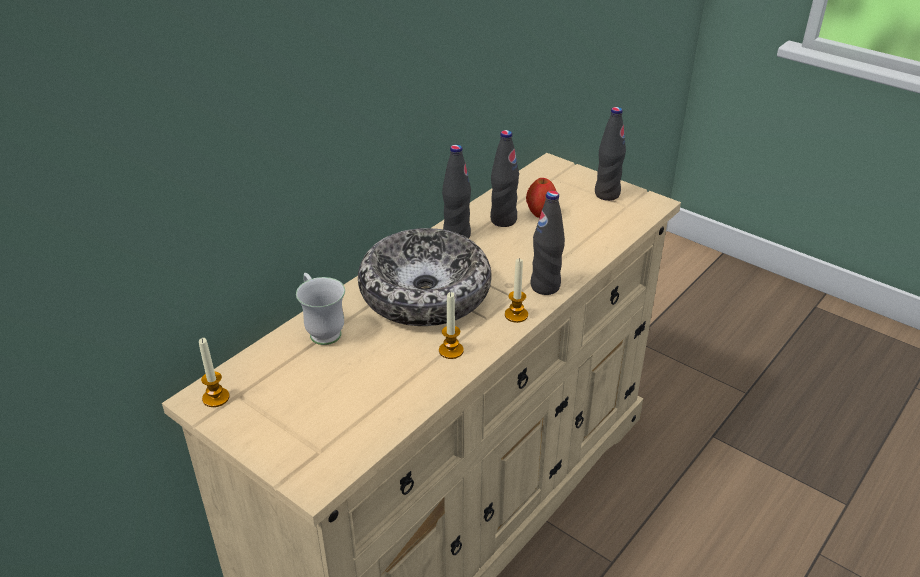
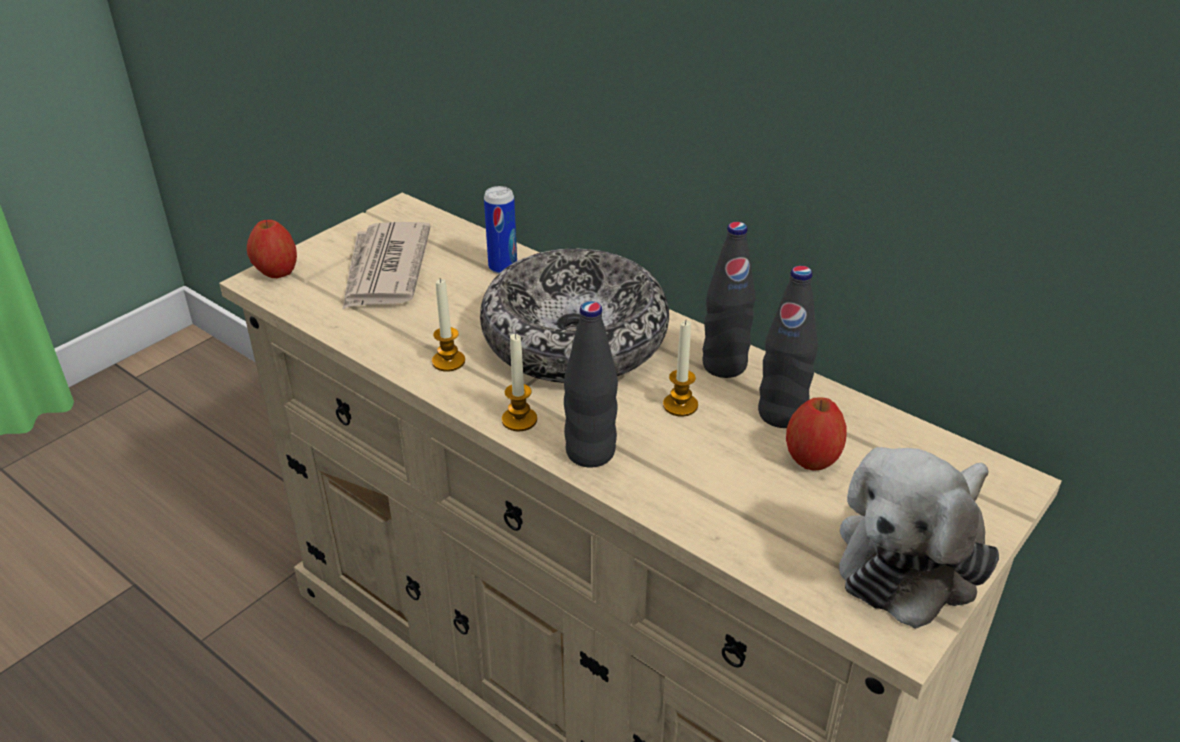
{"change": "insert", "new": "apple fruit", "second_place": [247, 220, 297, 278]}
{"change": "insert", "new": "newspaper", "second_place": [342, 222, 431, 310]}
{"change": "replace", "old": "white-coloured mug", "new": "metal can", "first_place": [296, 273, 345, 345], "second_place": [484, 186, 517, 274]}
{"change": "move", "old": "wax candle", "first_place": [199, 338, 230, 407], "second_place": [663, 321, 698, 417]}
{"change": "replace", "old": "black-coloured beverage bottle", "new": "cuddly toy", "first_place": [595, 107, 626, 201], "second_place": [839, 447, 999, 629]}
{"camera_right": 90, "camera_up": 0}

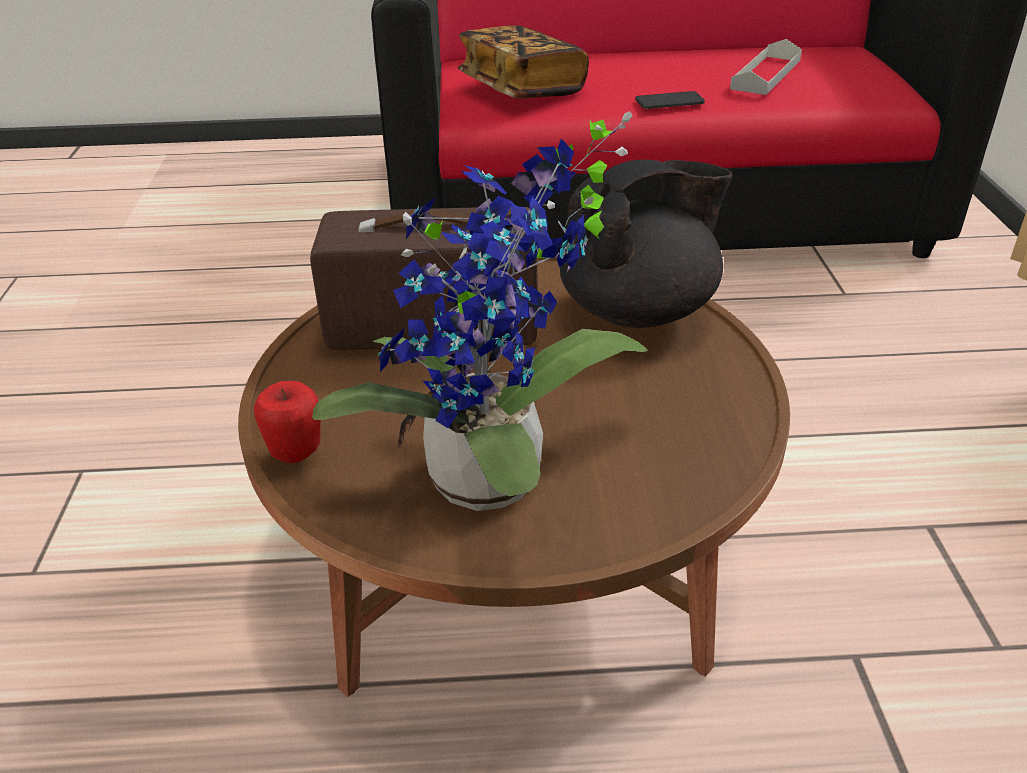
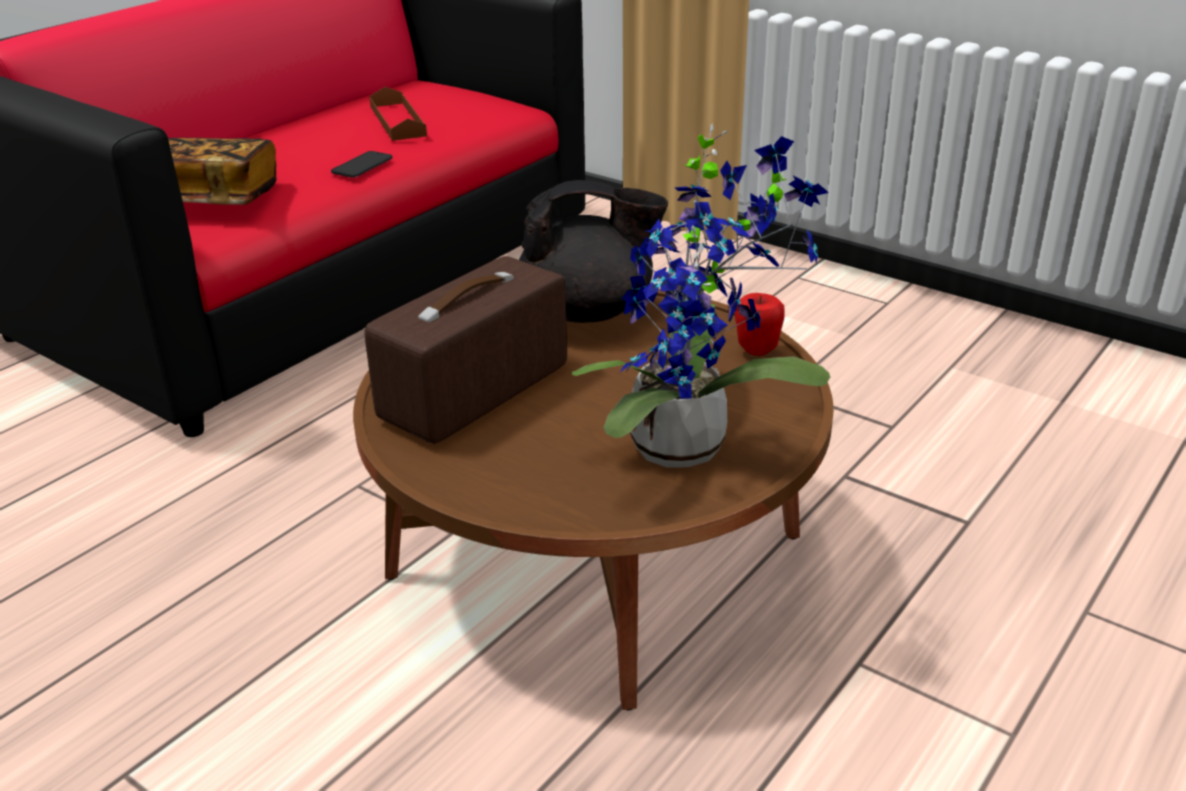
{"change": "recolor", "old": "gray tray", "new": "brown-coloured tray", "first_place": [730, 39, 802, 95], "second_place": [369, 87, 427, 141]}
{"change": "rotate", "old": "black-coloured tea pot", "first_place": [560, 160, 733, 328], "second_place": [519, 180, 668, 323], "degrees": 75}
{"change": "move", "old": "apple fruit", "first_place": [254, 381, 321, 463], "second_place": [735, 293, 785, 356]}
{"camera_right": -50, "camera_up": -5}

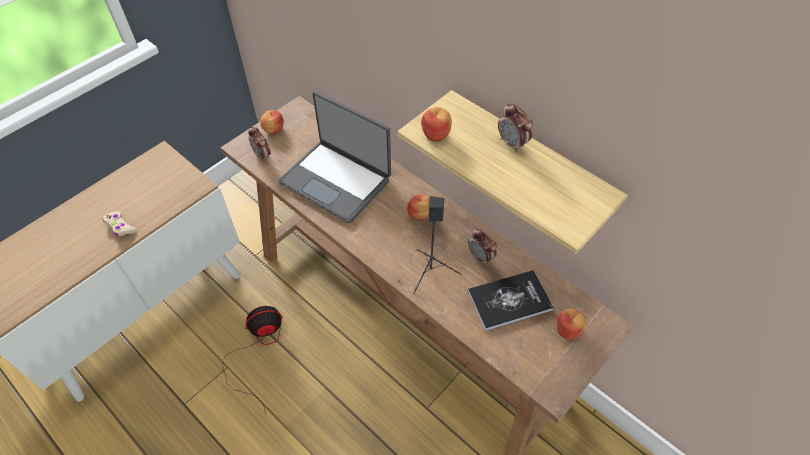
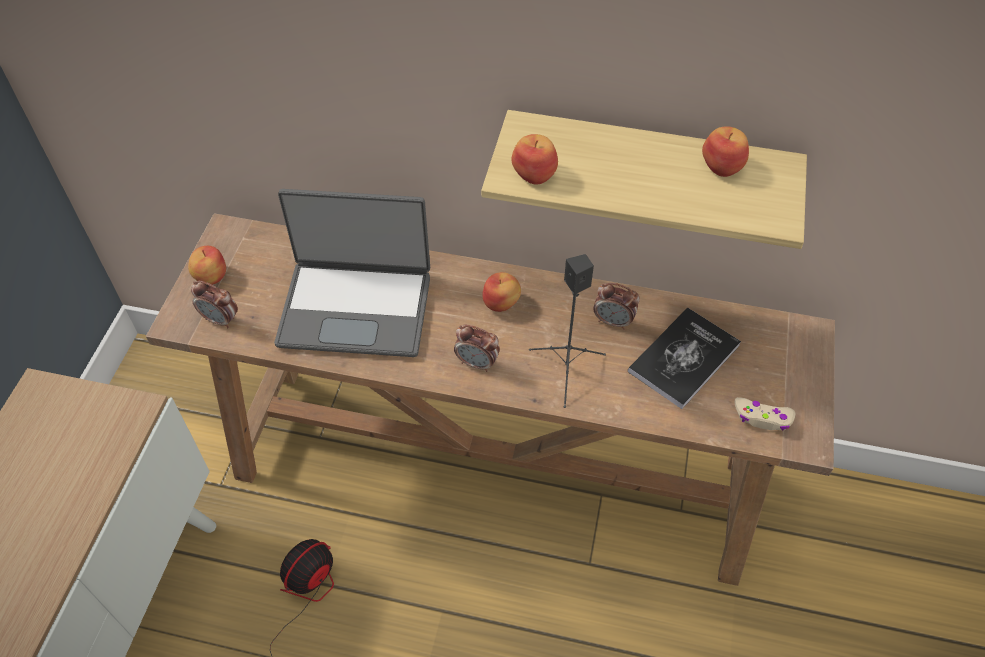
{"change": "move", "old": "table clock", "first_place": [498, 103, 533, 152], "second_place": [454, 325, 500, 372]}
{"change": "move", "old": "apple fruit", "first_place": [556, 308, 586, 340], "second_place": [702, 126, 749, 177]}
{"change": "move", "old": "beige gamepad", "first_place": [103, 211, 137, 236], "second_place": [735, 397, 795, 431]}
{"camera_right": -30, "camera_up": 0}

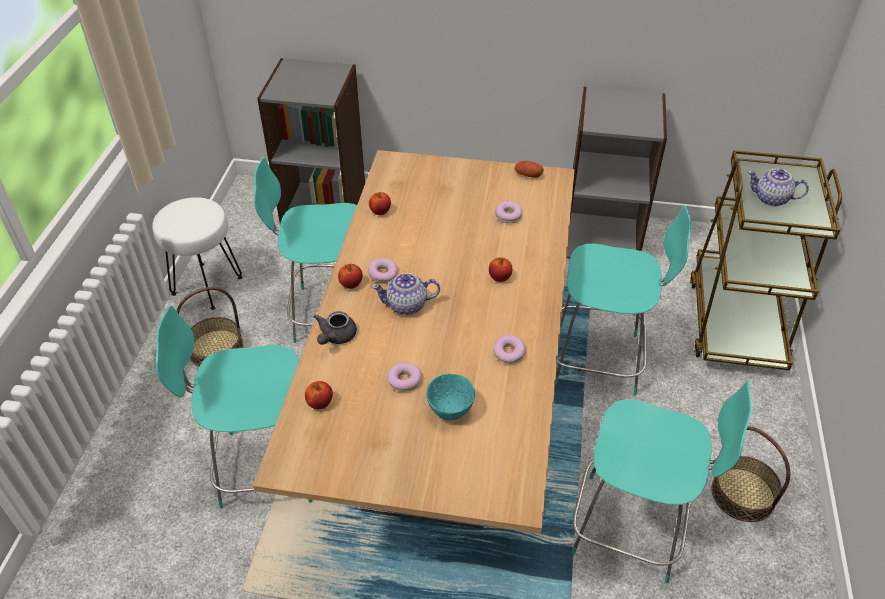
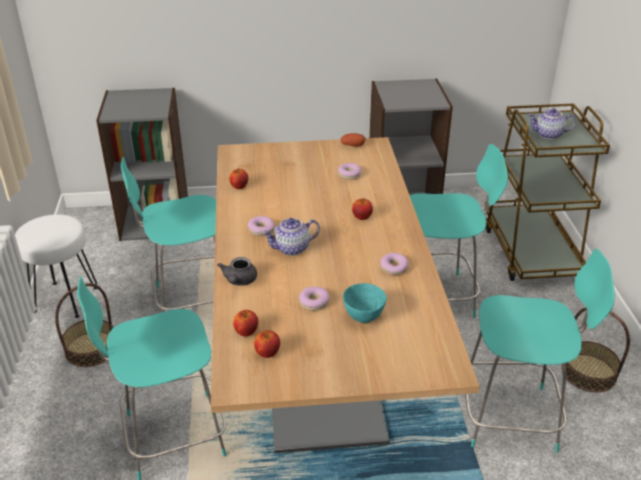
{"change": "move", "old": "apple fruit", "first_place": [338, 264, 363, 289], "second_place": [254, 330, 280, 358]}
{"camera_right": -15, "camera_up": -10}

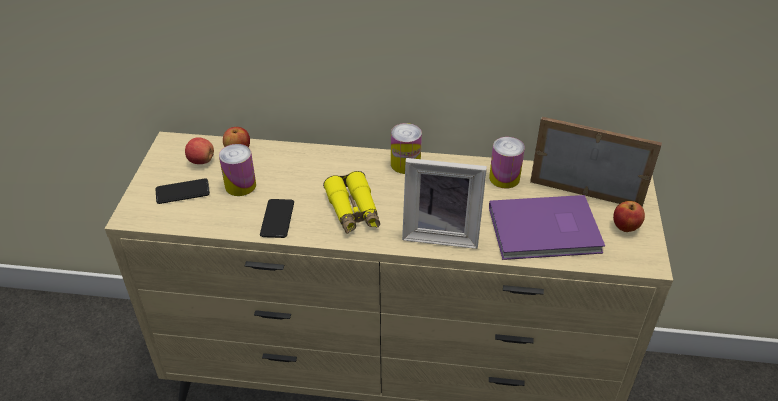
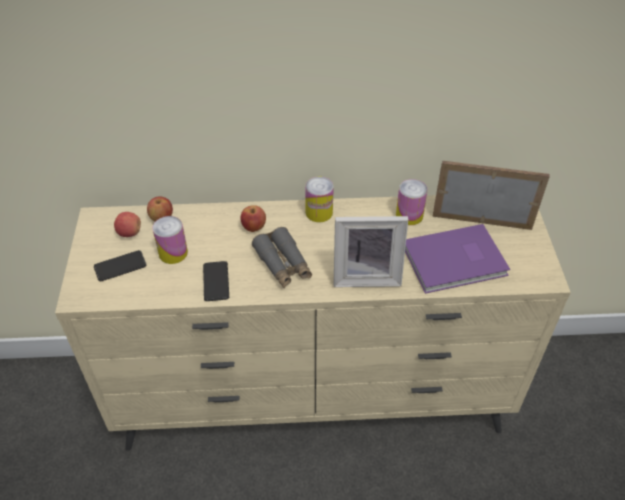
{"change": "move", "old": "apple fruit", "first_place": [613, 201, 645, 232], "second_place": [240, 205, 266, 232]}
{"change": "recolor", "old": "yellow binoculars", "new": "gray binoculars", "first_place": [323, 171, 380, 234], "second_place": [252, 227, 312, 288]}
{"camera_right": -10, "camera_up": 5}

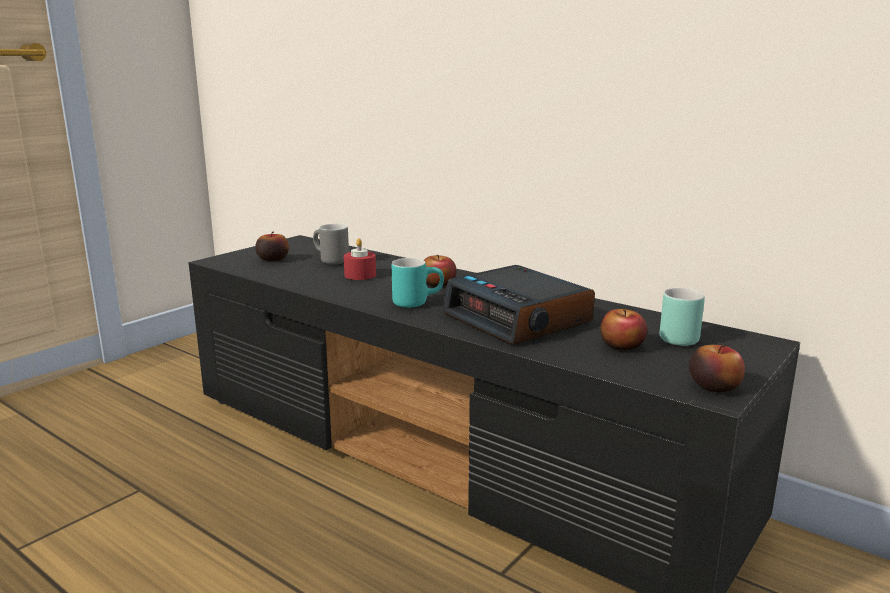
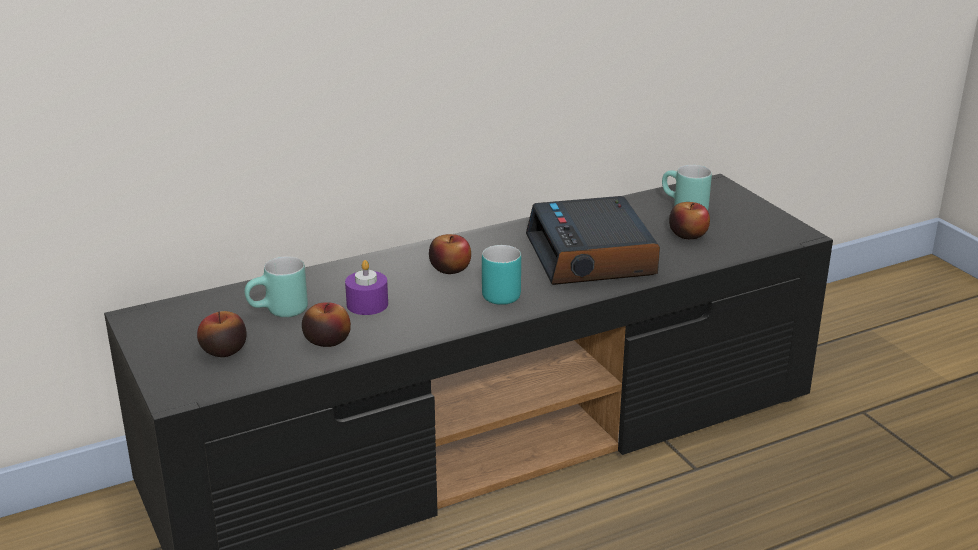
{"change": "recolor", "old": "gray mug", "new": "turquoise mug", "first_place": [313, 224, 349, 264], "second_place": [245, 256, 308, 317]}
{"change": "move", "old": "apple fruit", "first_place": [689, 345, 745, 392], "second_place": [302, 302, 351, 347]}
{"change": "recolor", "old": "reddish wax candle", "new": "purplish wax candle", "first_place": [344, 238, 376, 280], "second_place": [345, 260, 388, 315]}
{"change": "rotate", "old": "table clock", "first_place": [442, 265, 595, 345], "second_place": [526, 196, 660, 285], "degrees": 90}
{"camera_right": -65, "camera_up": 10}

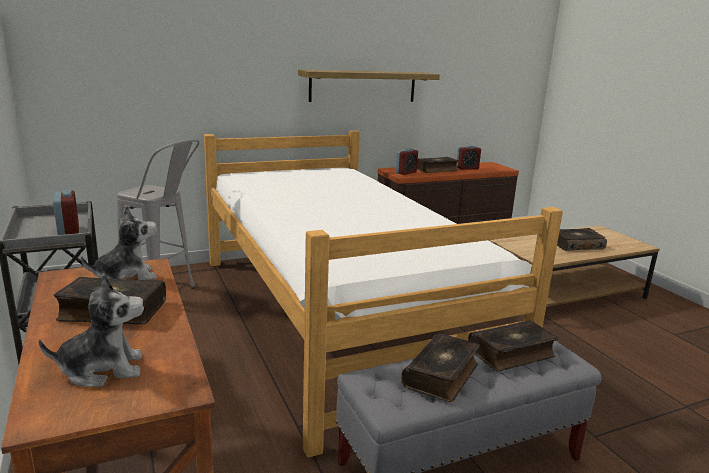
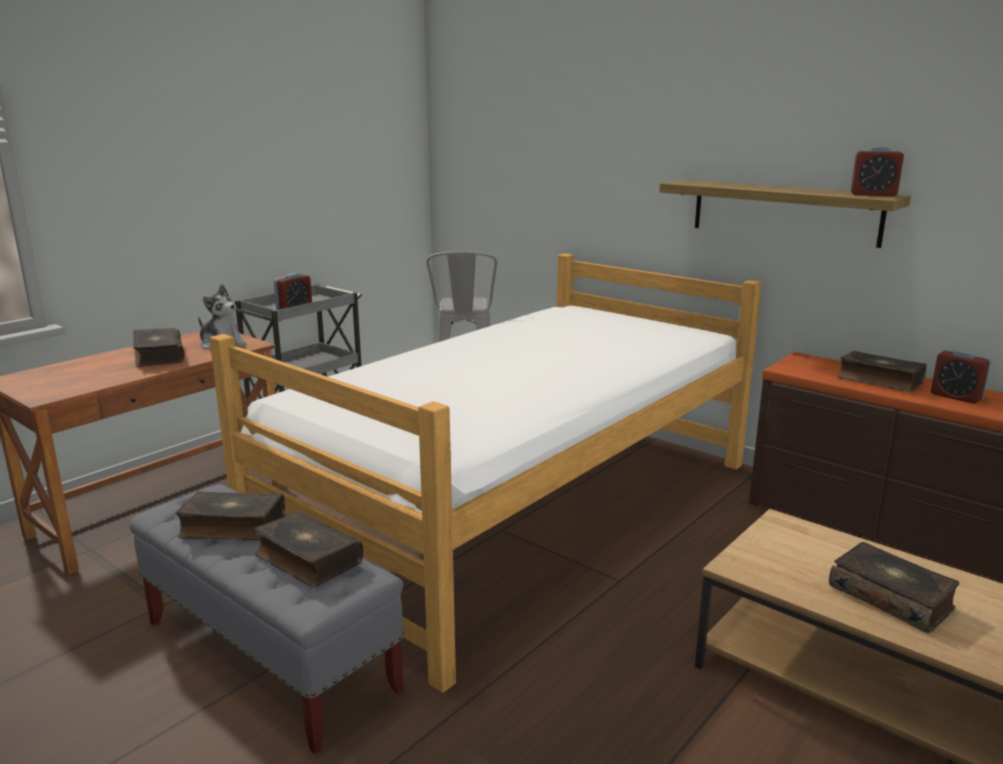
{"change": "move", "old": "table clock", "first_place": [396, 148, 418, 175], "second_place": [850, 146, 904, 196]}
{"change": "delete", "old": "cuddly toy", "first_place": [39, 274, 144, 387]}
{"camera_right": 65, "camera_up": 0}

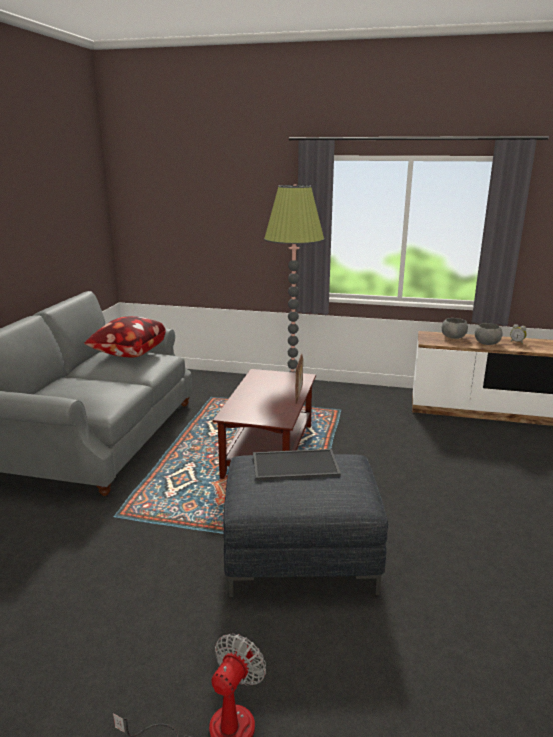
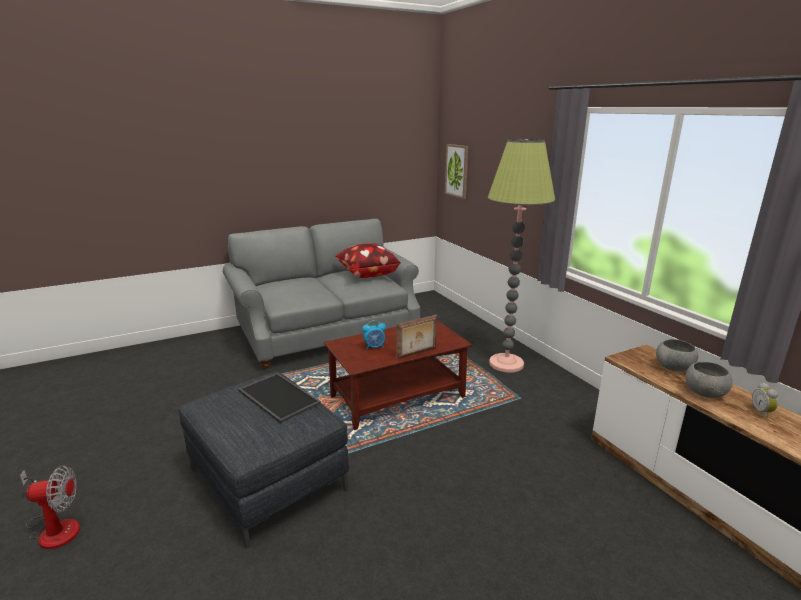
{"change": "insert", "new": "table clock", "second_place": [362, 320, 386, 350]}
{"change": "insert", "new": "wall art", "second_place": [445, 144, 468, 199]}
{"camera_right": 50, "camera_up": 0}

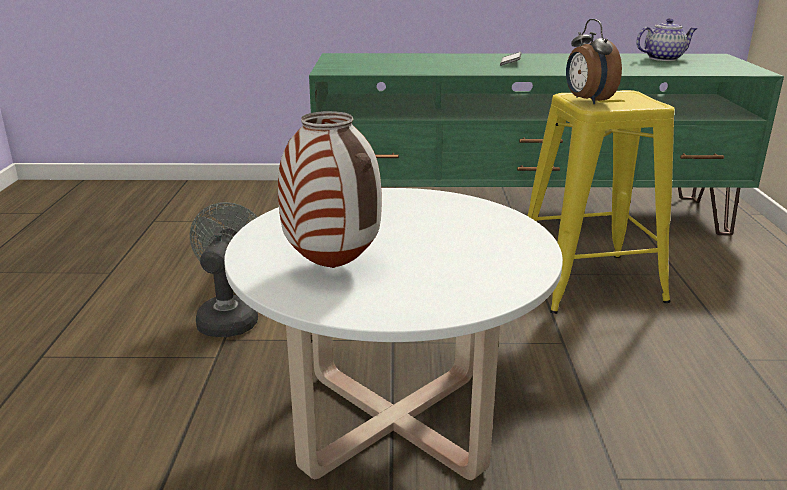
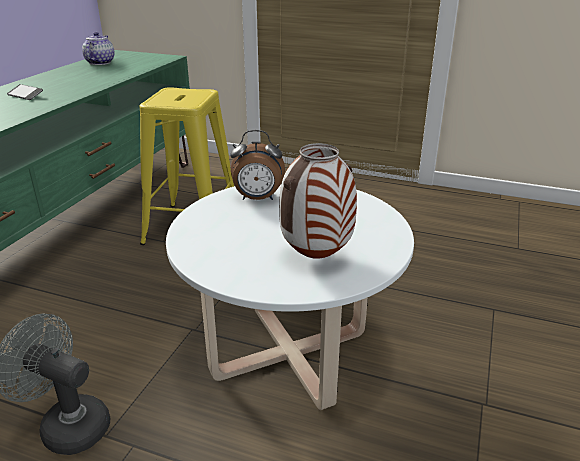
{"change": "move", "old": "table clock", "first_place": [566, 19, 622, 104], "second_place": [230, 130, 285, 200]}
{"camera_right": -70, "camera_up": 5}

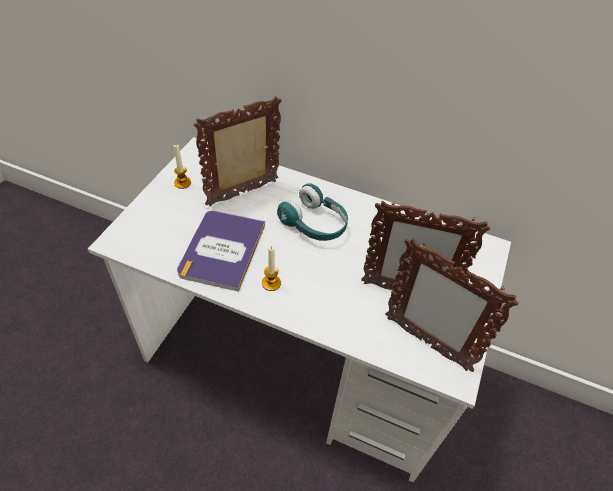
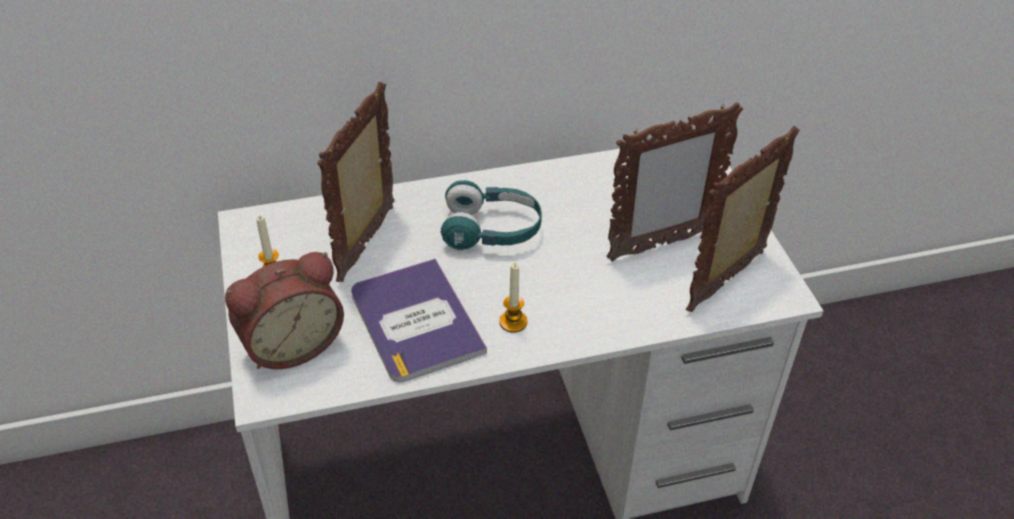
{"change": "insert", "new": "table clock", "second_place": [225, 252, 344, 369]}
{"change": "rotate", "old": "photo frame", "first_place": [385, 238, 519, 372], "second_place": [686, 126, 800, 312], "degrees": 135}
{"camera_right": -35, "camera_up": -5}

